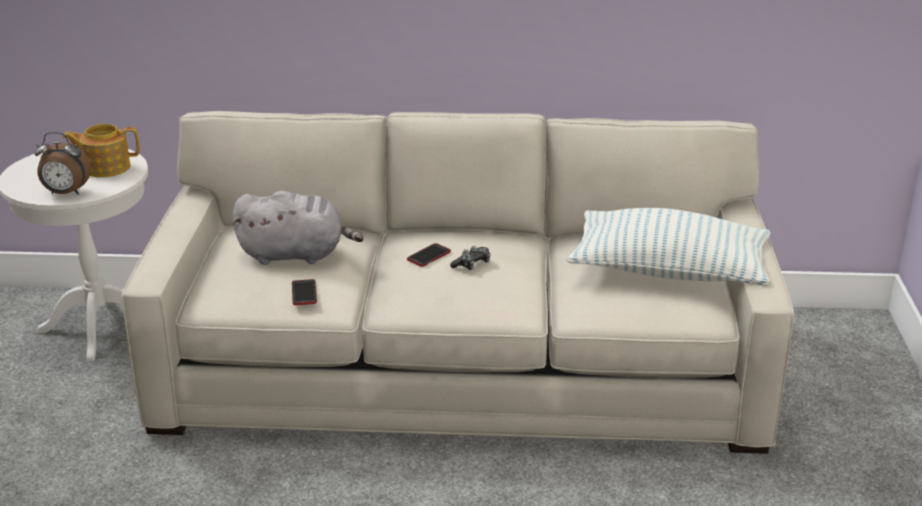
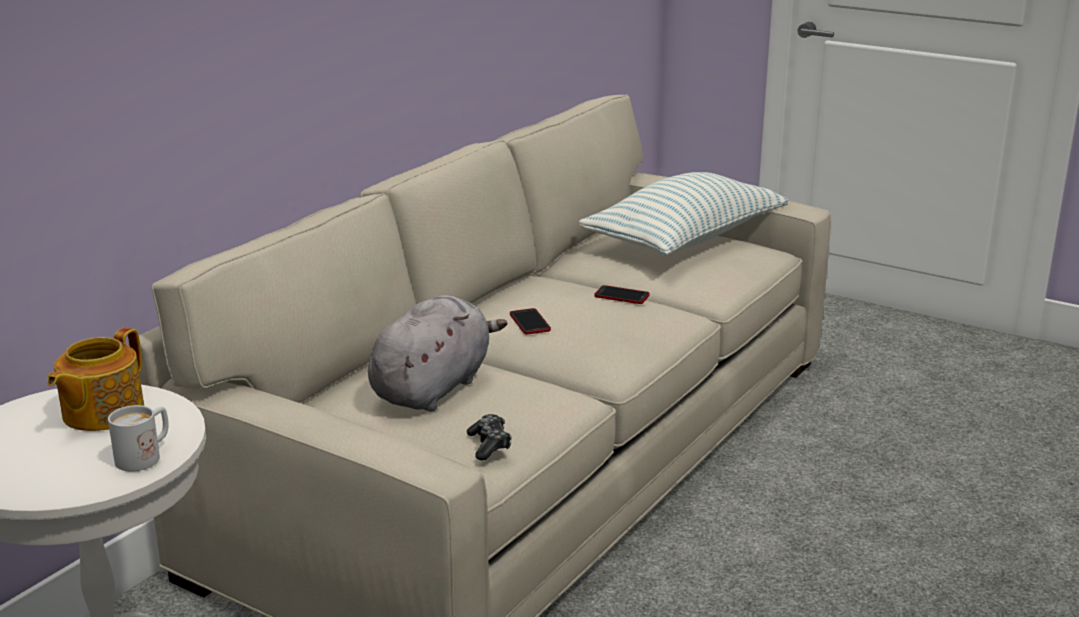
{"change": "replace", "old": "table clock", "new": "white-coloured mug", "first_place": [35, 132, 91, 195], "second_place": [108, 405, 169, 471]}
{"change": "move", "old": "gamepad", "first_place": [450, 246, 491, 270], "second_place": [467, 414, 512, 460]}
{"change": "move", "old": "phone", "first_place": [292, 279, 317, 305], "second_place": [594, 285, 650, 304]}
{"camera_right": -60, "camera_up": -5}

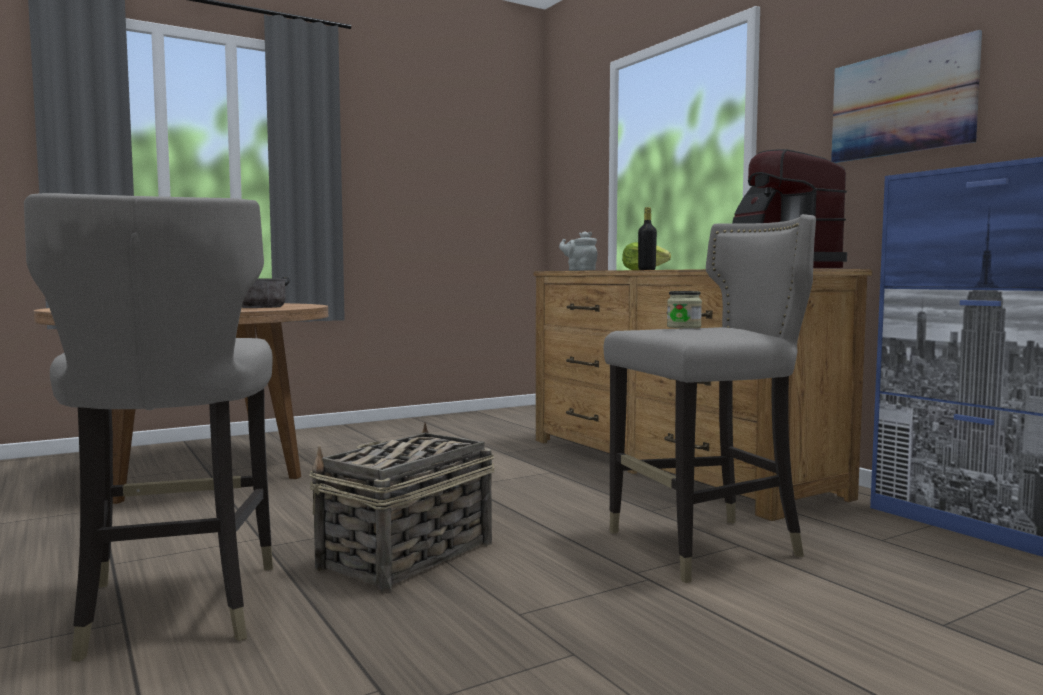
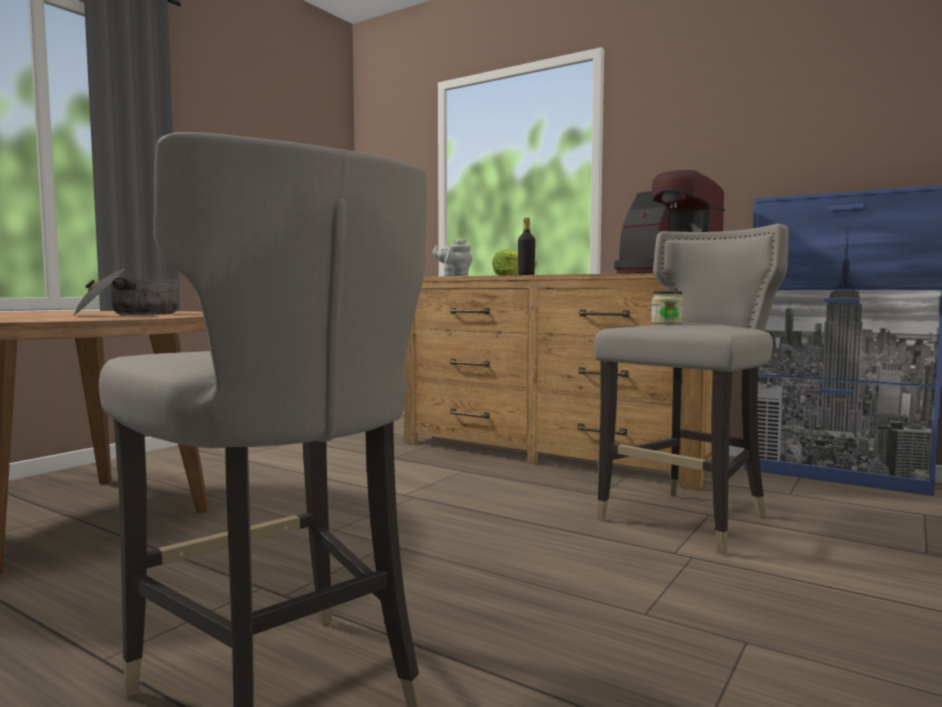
{"change": "delete", "old": "basket", "first_place": [309, 422, 495, 592]}
{"change": "delete", "old": "wall art", "first_place": [831, 30, 982, 163]}
{"camera_right": -25, "camera_up": 0}

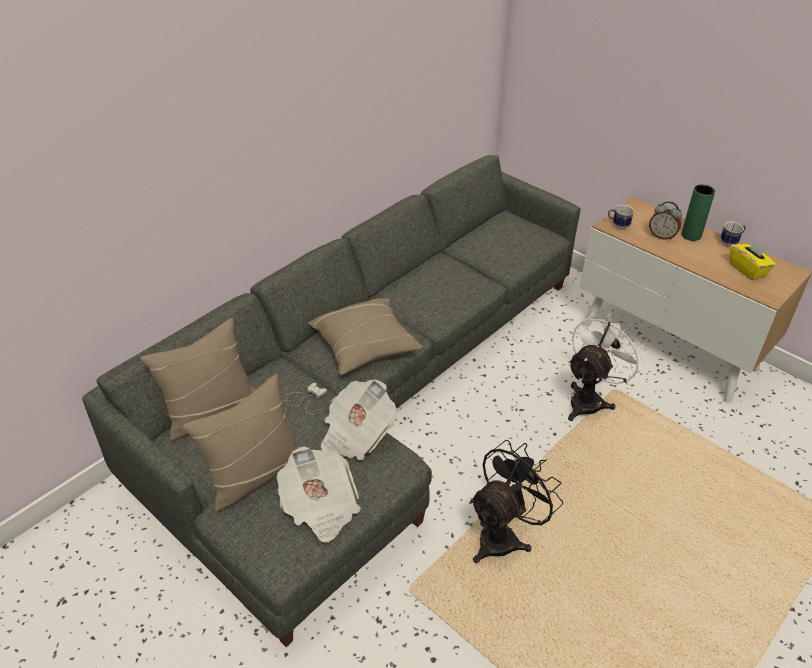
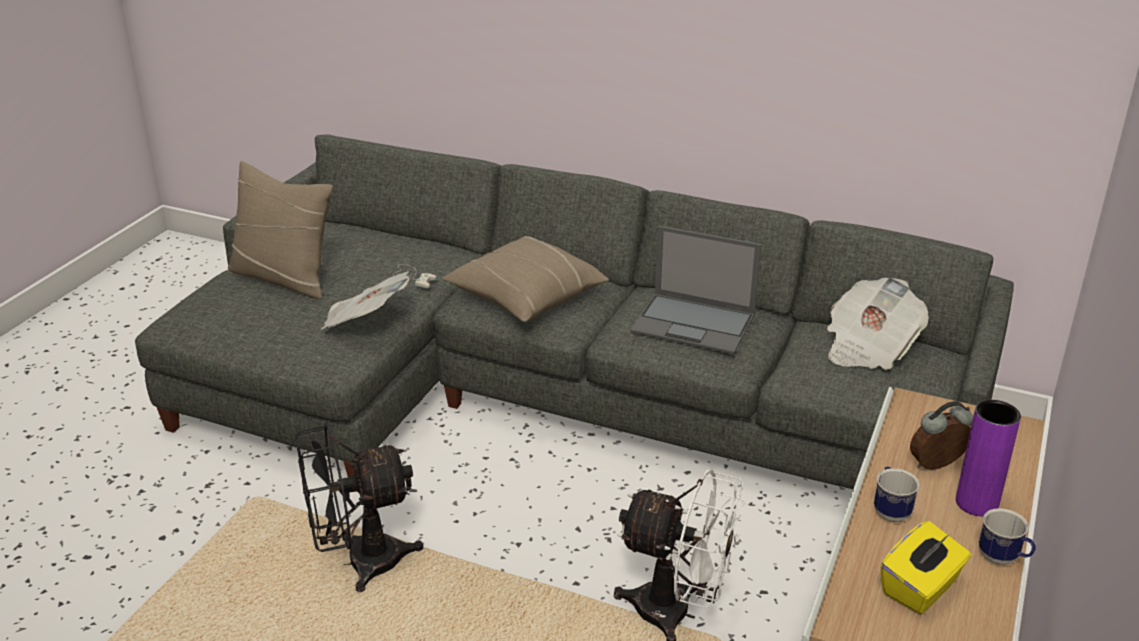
{"change": "rotate", "old": "black-coloured electric fan", "first_place": [469, 440, 563, 563], "second_place": [295, 423, 424, 592], "degrees": 135}
{"change": "insert", "new": "portable computer", "second_place": [630, 226, 761, 355]}
{"change": "move", "old": "newspaper", "first_place": [277, 446, 361, 542], "second_place": [827, 278, 929, 370]}
{"change": "move", "old": "mug", "first_place": [608, 205, 634, 229], "second_place": [874, 466, 920, 522]}
{"change": "rotate", "old": "table clock", "first_place": [649, 201, 682, 240], "second_place": [910, 401, 973, 470], "degrees": 60}
{"change": "recolor", "old": "green-coloured flower vase", "new": "purplish flower vase", "first_place": [681, 185, 715, 241], "second_place": [956, 400, 1021, 517]}
{"change": "delete", "old": "beige throw pillow", "first_place": [140, 318, 255, 440]}
{"camera_right": 70, "camera_up": -10}

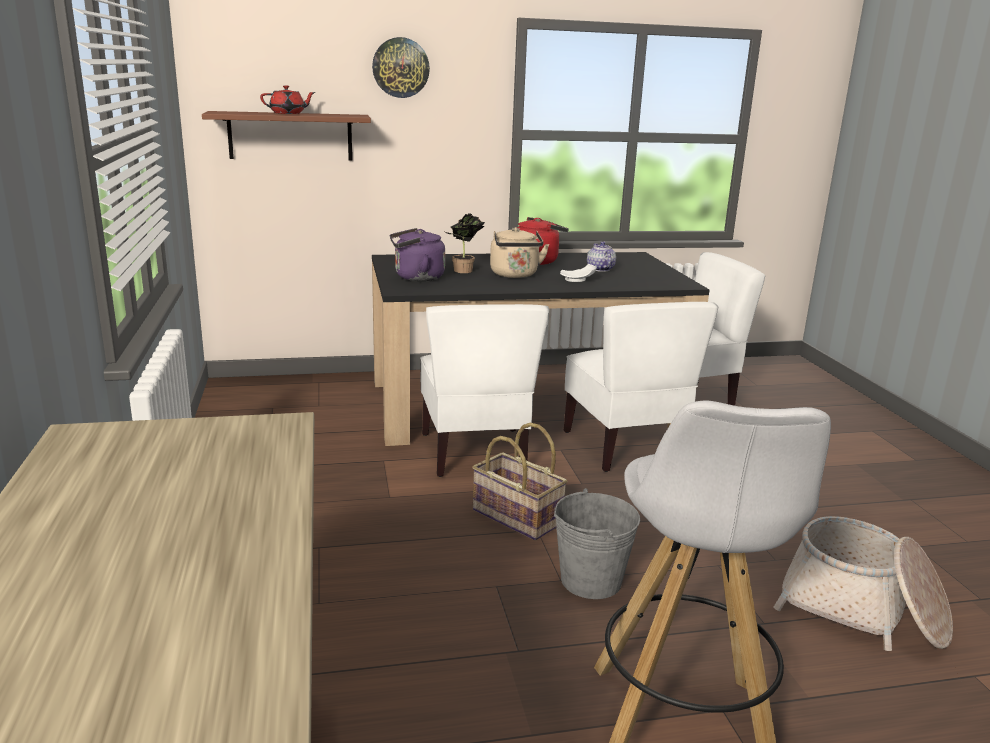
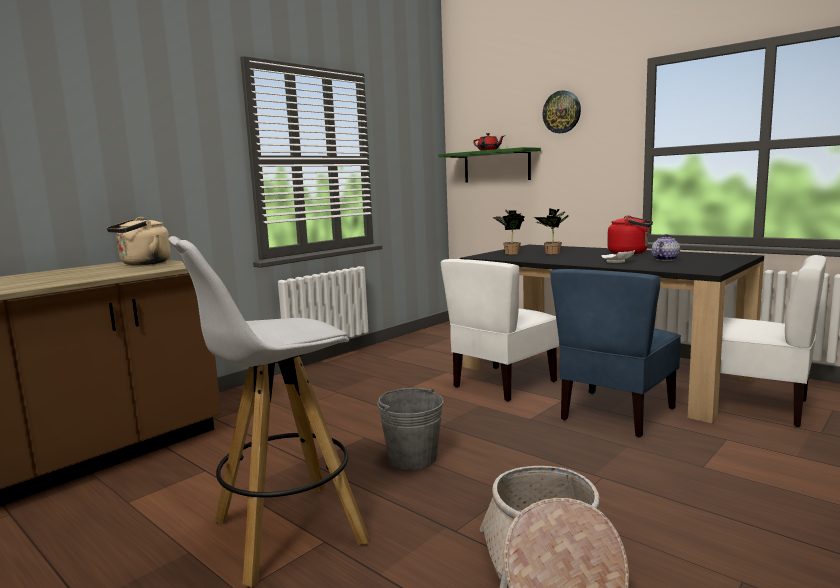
{"change": "move", "old": "beige kettle", "first_place": [490, 227, 549, 278], "second_place": [107, 217, 171, 265]}
{"change": "recolor", "old": "brown-coloured shelf", "new": "green-coloured shelf", "first_place": [202, 111, 371, 161], "second_place": [438, 147, 541, 182]}
{"change": "replace", "old": "purplish kettle", "new": "potted plant", "first_place": [390, 228, 445, 281], "second_place": [492, 210, 525, 254]}
{"change": "recolor", "old": "white-coloured chair", "new": "blue chair", "first_place": [564, 302, 718, 472], "second_place": [550, 269, 681, 437]}
{"change": "delete", "old": "basket", "first_place": [473, 423, 568, 541]}
{"camera_right": 55, "camera_up": -10}

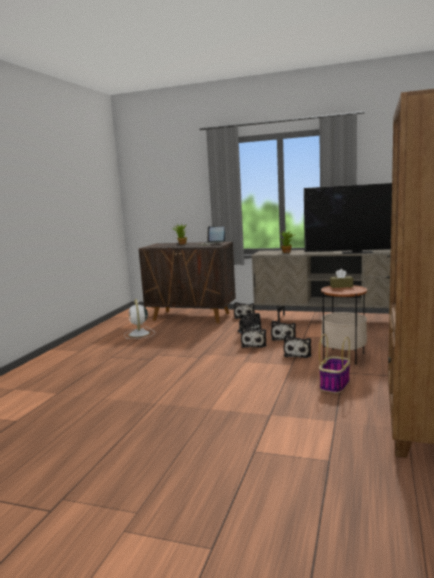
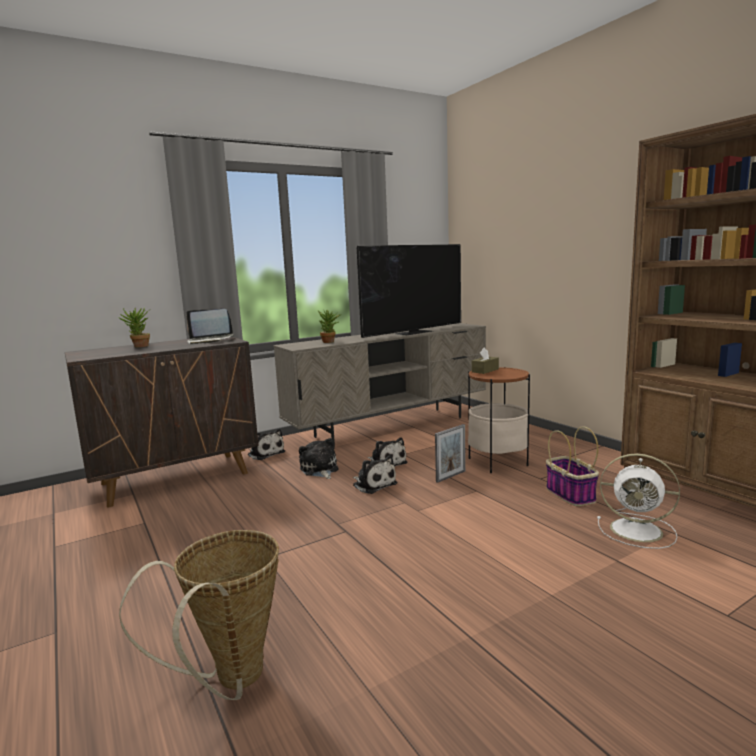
{"change": "insert", "new": "basket", "second_place": [119, 530, 279, 700]}
{"change": "replace", "old": "cuddly toy", "new": "photo frame", "first_place": [284, 335, 311, 358], "second_place": [435, 424, 466, 483]}
{"change": "move", "old": "white-coloured electric fan", "first_place": [124, 299, 155, 339], "second_place": [597, 454, 680, 549]}
{"camera_right": -50, "camera_up": 0}

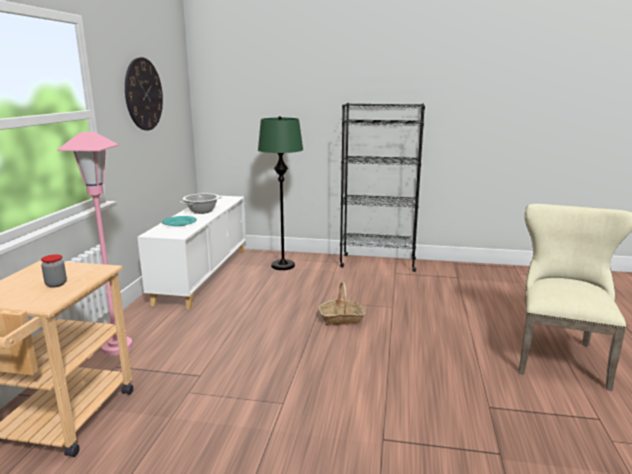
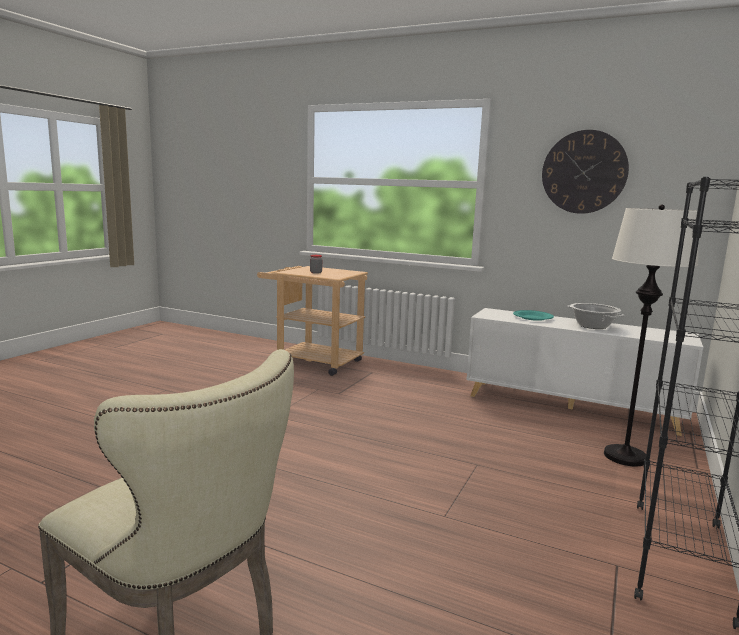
{"change": "recolor", "old": "green-coloured standing lamp", "new": "white-coloured standing lamp", "first_place": [258, 116, 303, 270], "second_place": [604, 204, 698, 467]}
{"change": "delete", "old": "pink-coloured standing lamp", "first_place": [57, 132, 133, 355]}
{"change": "delete", "old": "basket", "first_place": [318, 282, 365, 325]}
{"camera_right": 105, "camera_up": -5}

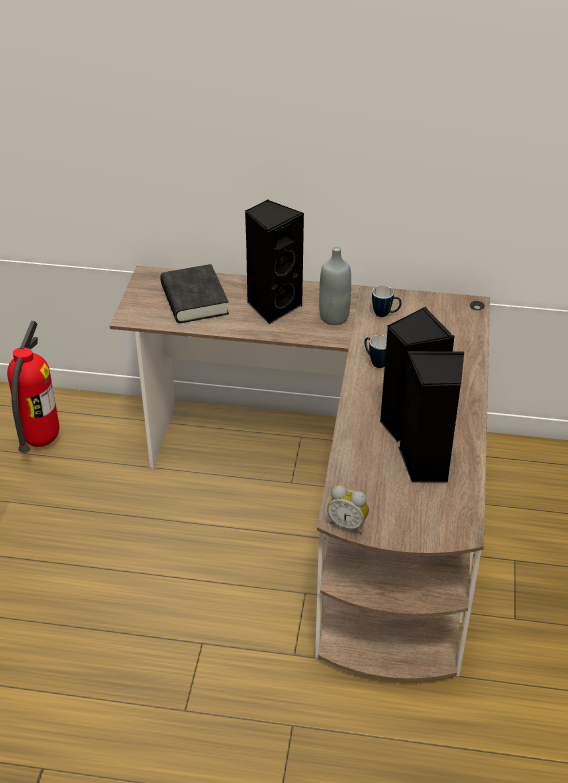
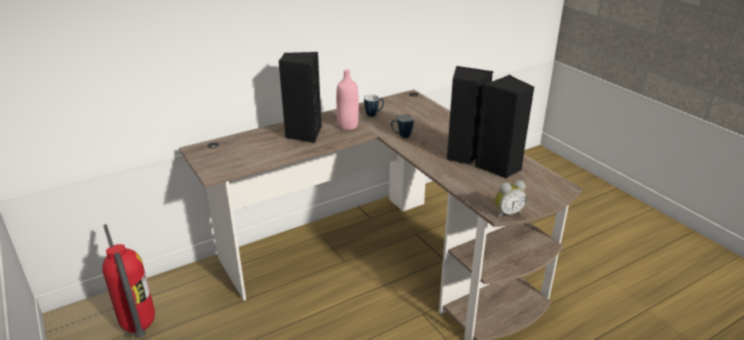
{"change": "recolor", "old": "gray beverage bottle", "new": "pink-coloured beverage bottle", "first_place": [319, 246, 351, 325], "second_place": [336, 69, 359, 130]}
{"change": "delete", "old": "black-coloured bound book", "first_place": [160, 264, 229, 323]}
{"camera_right": -40, "camera_up": -10}

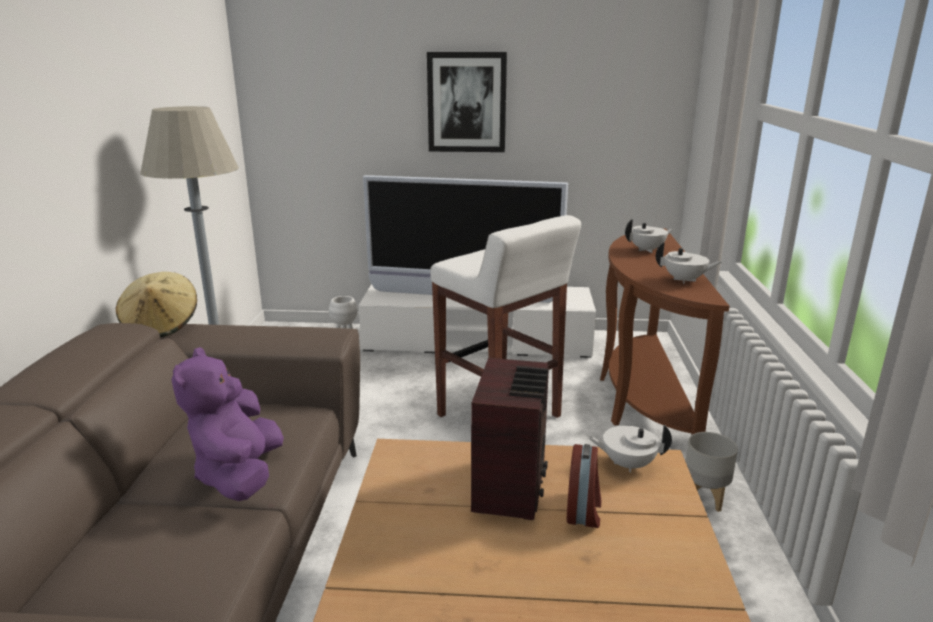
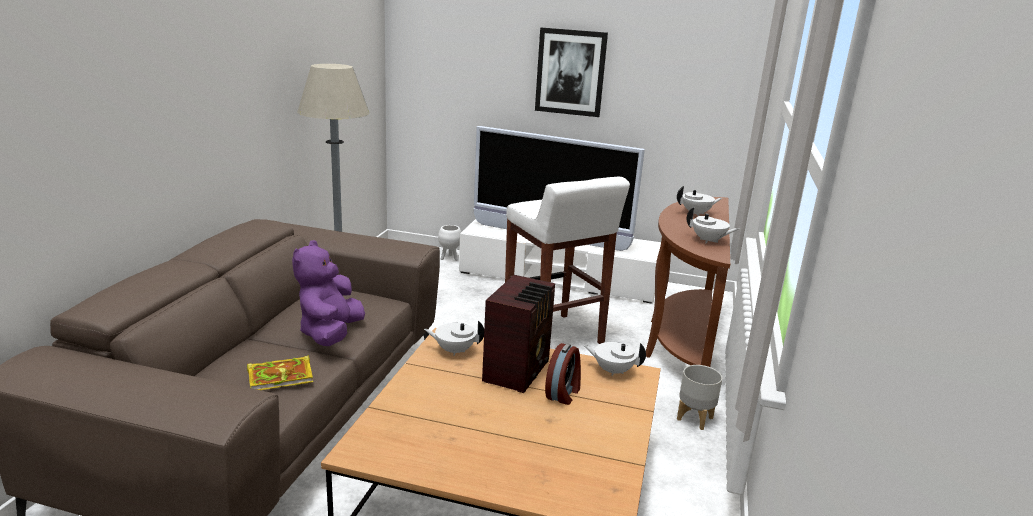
{"change": "insert", "new": "bound book", "second_place": [247, 355, 313, 390]}
{"change": "insert", "new": "white-coloured tea pot", "second_place": [424, 321, 484, 356]}
{"change": "delete", "old": "beige hat", "first_place": [116, 272, 197, 337]}
{"camera_right": 10, "camera_up": 0}

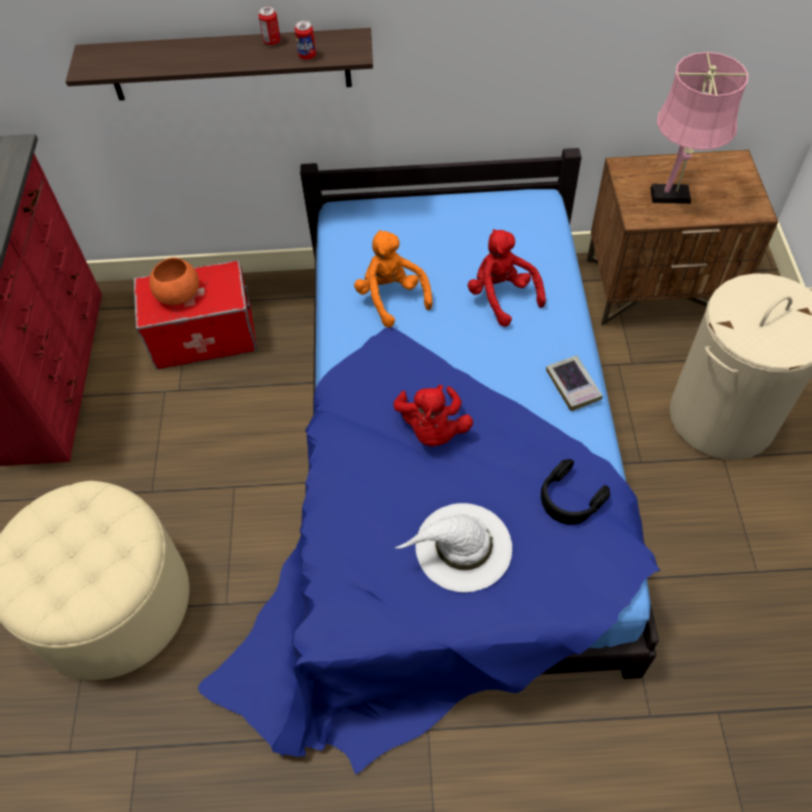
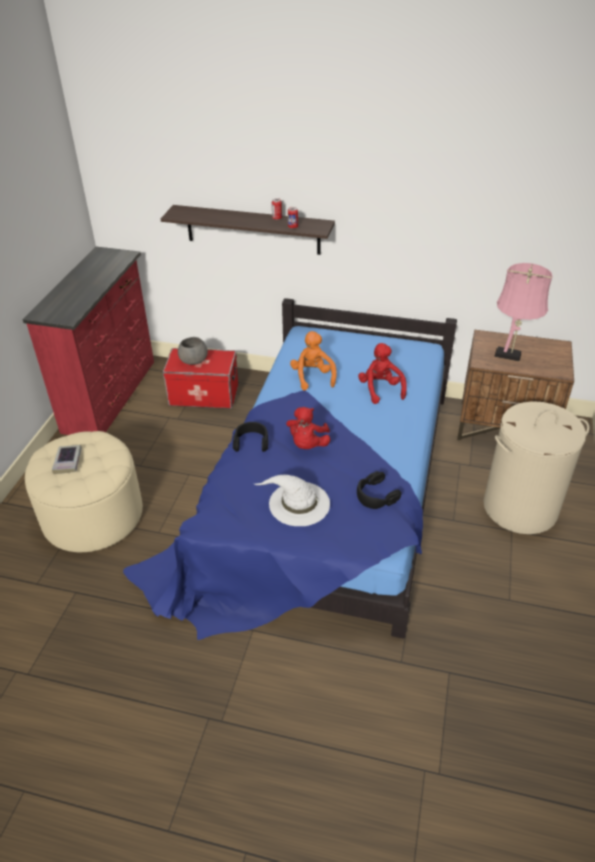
{"change": "move", "old": "bound book", "first_place": [546, 355, 603, 411], "second_place": [52, 445, 82, 474]}
{"change": "recolor", "old": "orangey serving bowl", "new": "gray serving bowl", "first_place": [149, 257, 199, 305], "second_place": [178, 337, 208, 365]}
{"change": "insert", "new": "black-coloured pair of headphones", "second_place": [233, 422, 268, 452]}
{"camera_right": 15, "camera_up": -15}

